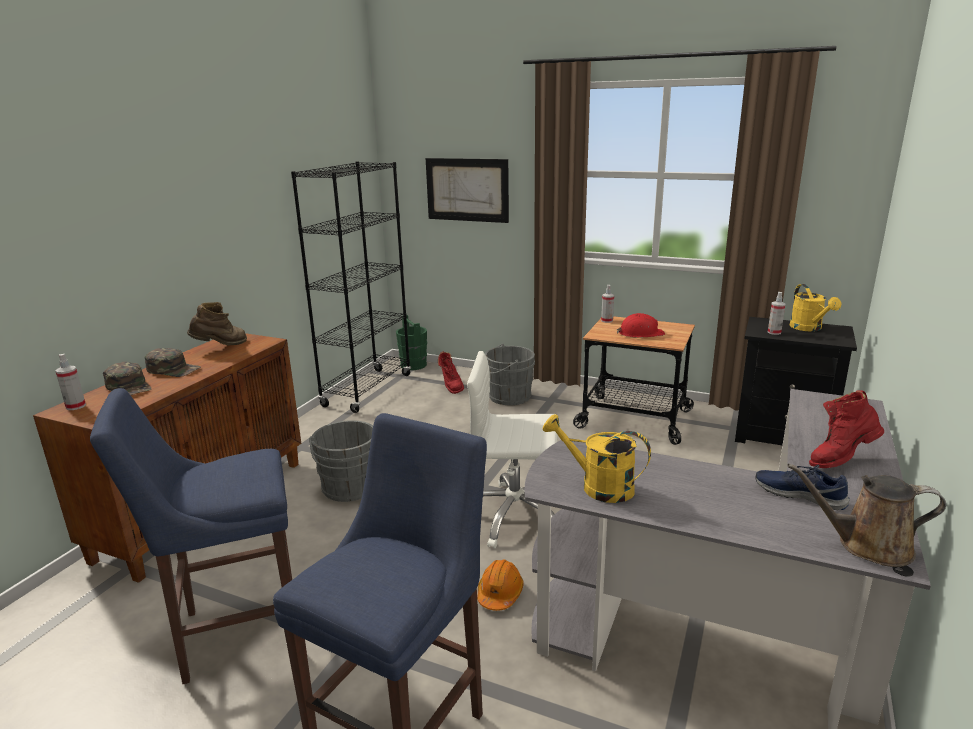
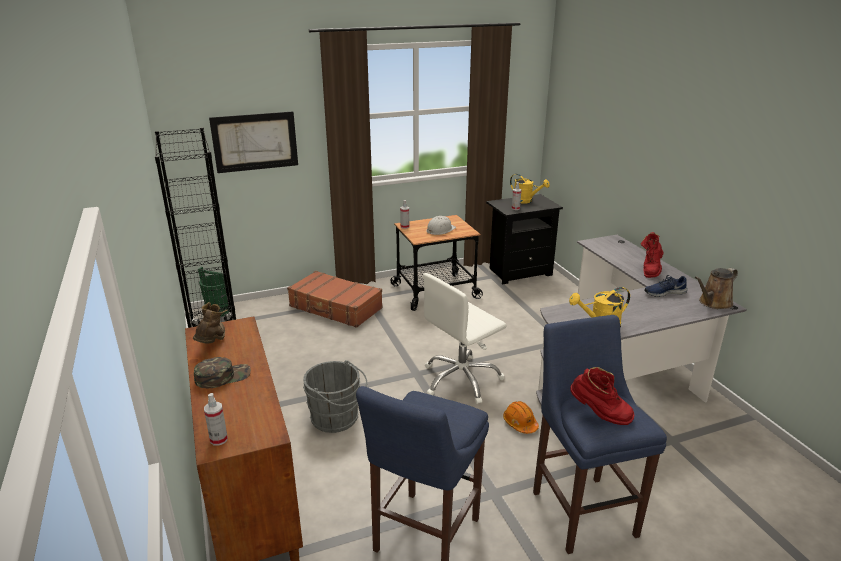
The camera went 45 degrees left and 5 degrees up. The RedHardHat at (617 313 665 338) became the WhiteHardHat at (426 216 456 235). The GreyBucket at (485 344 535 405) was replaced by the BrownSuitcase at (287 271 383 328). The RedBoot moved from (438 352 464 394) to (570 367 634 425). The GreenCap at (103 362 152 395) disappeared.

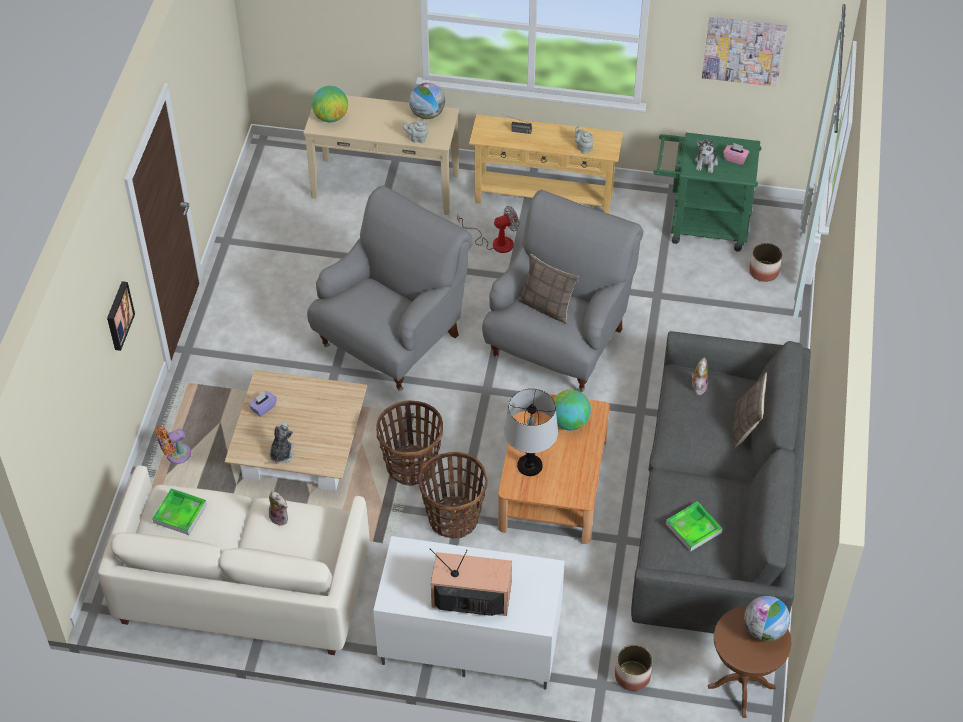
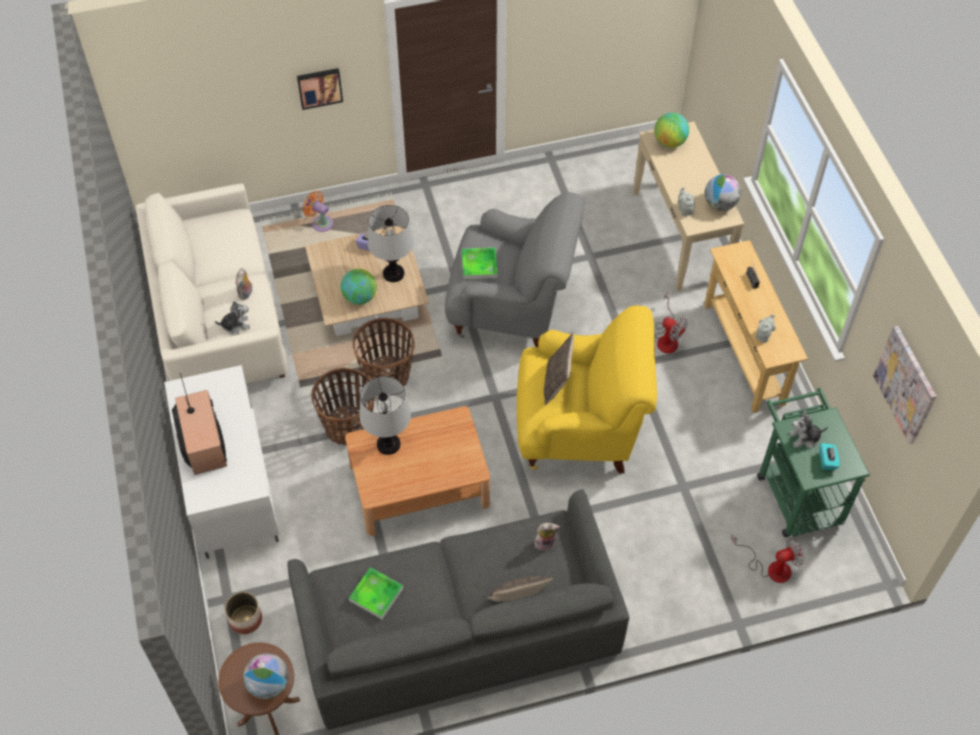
The camera went 65 degrees right and 5 degrees up. The PinkTissueBox at (723 143 749 165) became the TurquoiseTissueBox at (820 443 840 470). The GreyArmchair at (482 190 643 392) became the YellowArmchair at (517 306 657 473). The Planter at (749 243 782 282) was replaced by the Fan at (731 534 804 583). The Globe moved from (553 390 591 430) to (341 269 377 305). The PlushToy moved from (269 423 294 464) to (215 301 250 334). The Tray moved from (152 488 207 535) to (462 247 498 280). The TableLamp at (368 205 414 282) appeared.

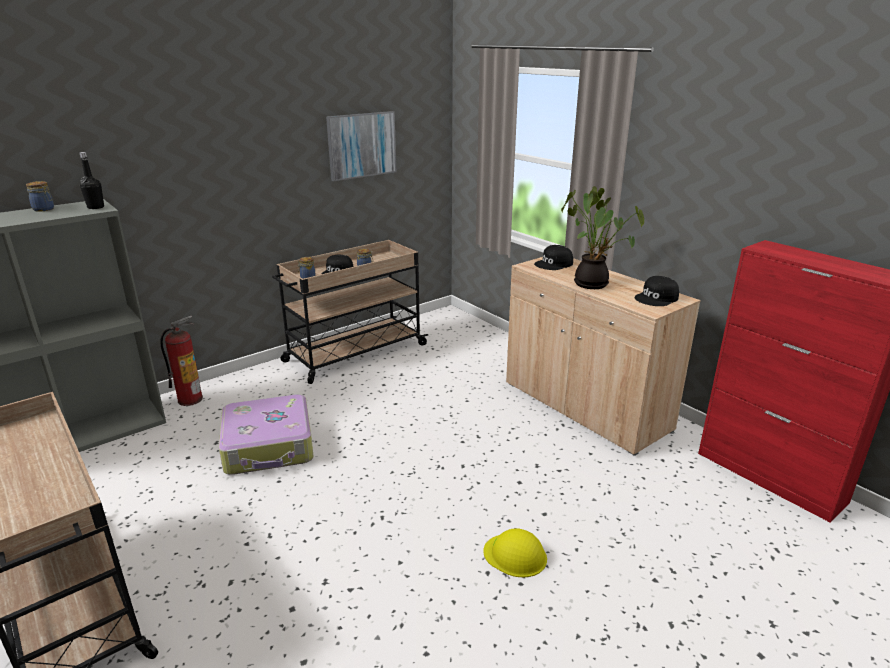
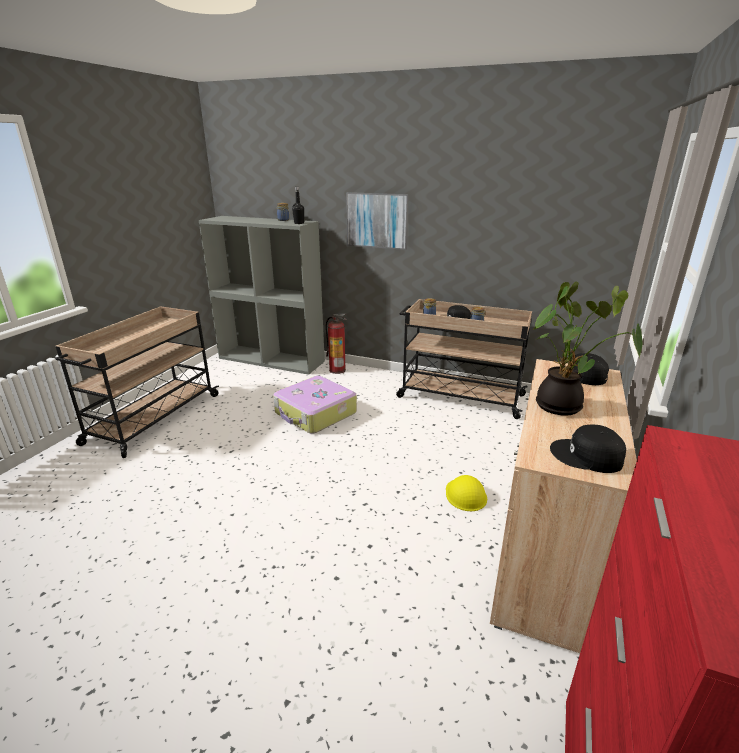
The camera went 60 degrees right and 0 degrees up. The Picture moved from (326 111 396 181) to (346 192 409 250). The YellowHardHat moved from (483 528 547 577) to (446 475 487 511).

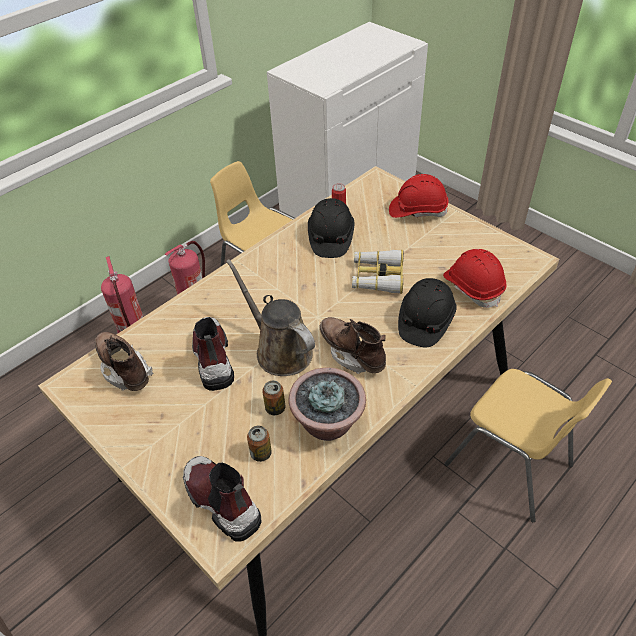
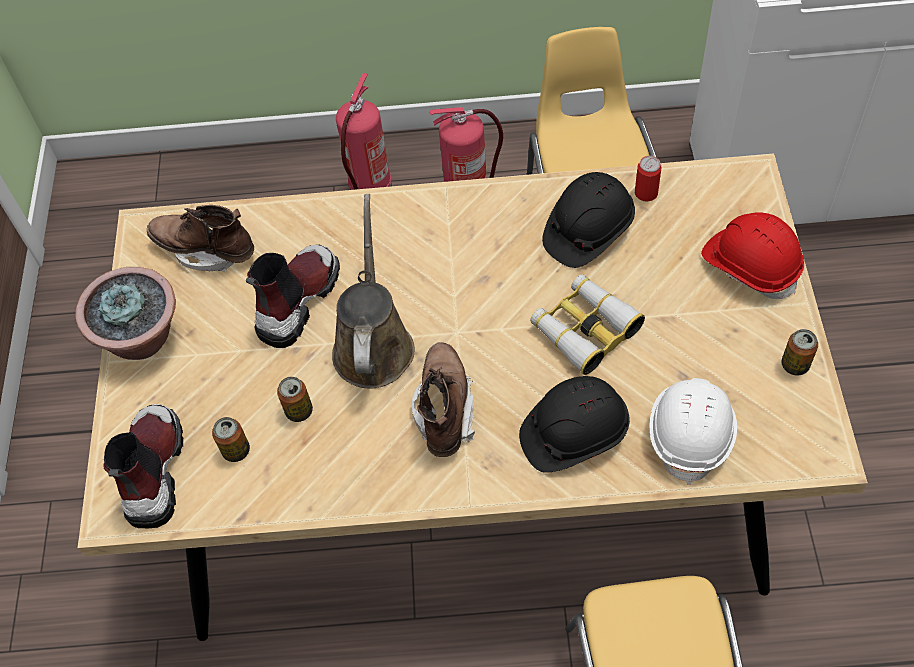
The camera went 45 degrees right and 10 degrees up. The RedHardHat at (443 249 506 308) became the WhiteHardHat at (649 378 737 485). The BrownBoot at (95 332 154 391) turned 75 degrees counterclockwise. The PottedPlant moved from (289 367 366 441) to (75 267 176 360). The Can at (782 329 818 375) appeared.

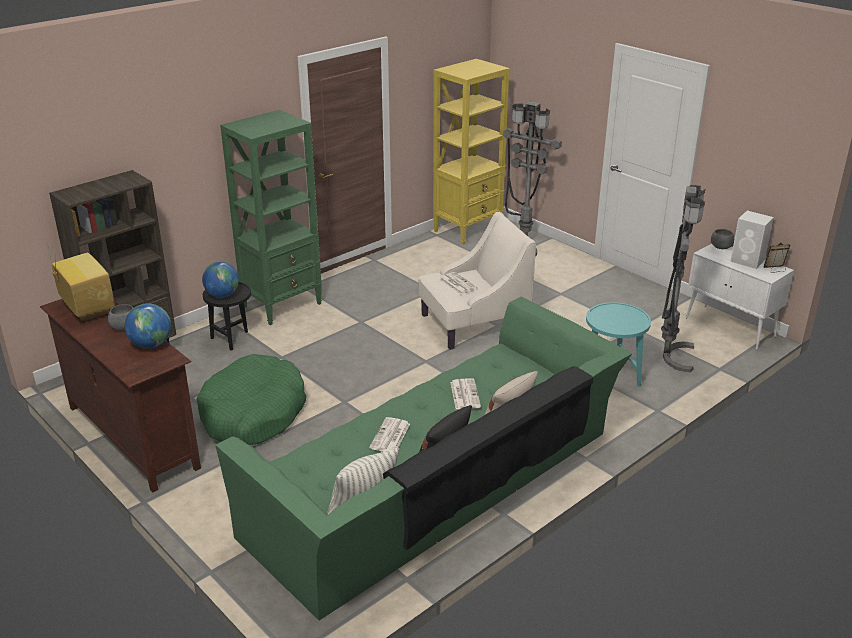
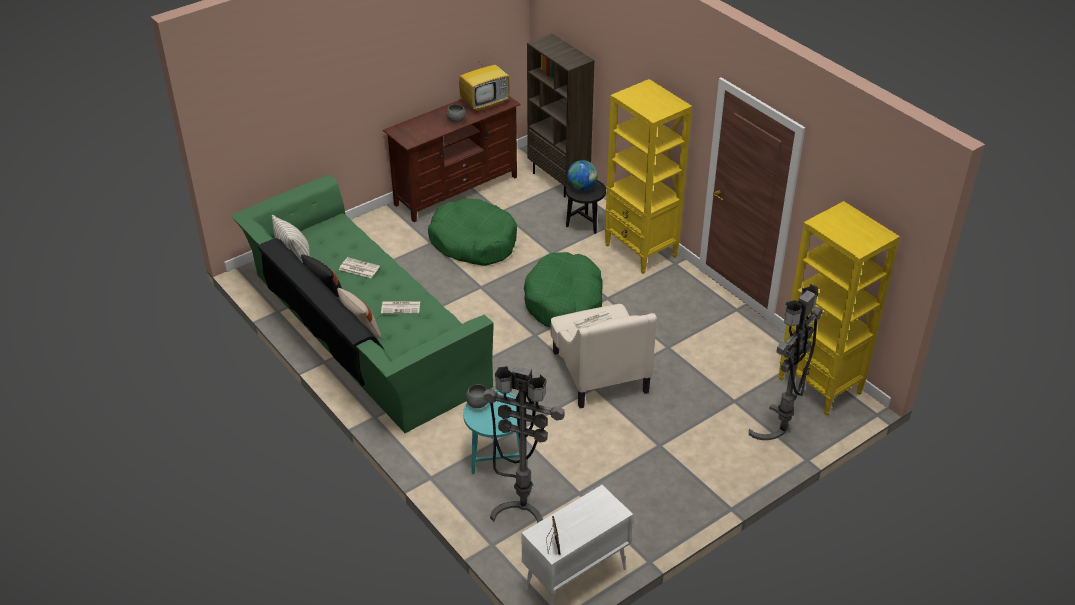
The camera went 95 degrees right and 10 degrees up. The GreenBookcase at (220 110 322 325) became the YellowBookcase at (605 79 692 274). The WhiteSpeaker at (730 211 774 269) disappeared. The GreyBowl moved from (711 229 734 249) to (466 384 488 408). The Globe at (125 303 171 348) disappeared. The GreenDogBed at (524 252 602 327) appeared.

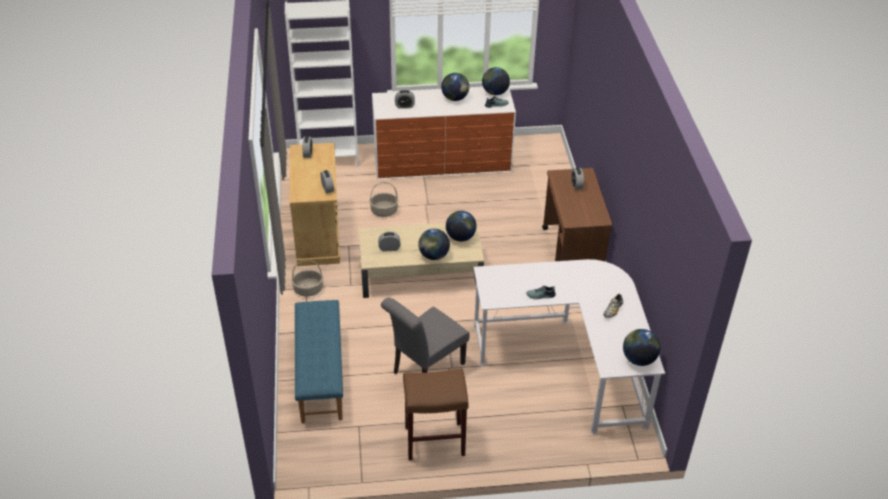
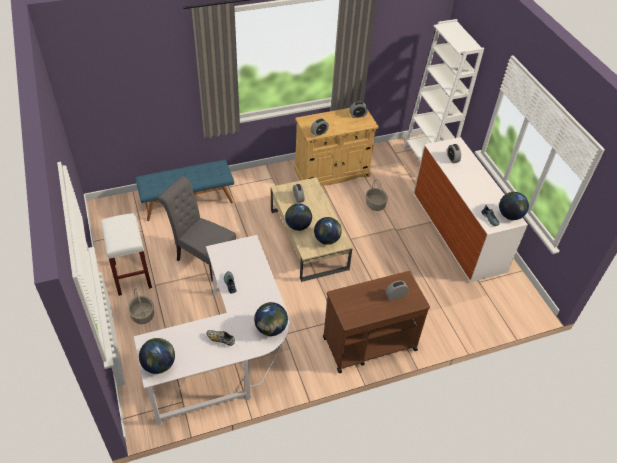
The camera went 75 degrees right and 5 degrees up. The Globe moved from (441 73 469 101) to (254 302 288 336). The Basket moved from (292 260 323 297) to (128 288 154 324). The BrownStool at (403 369 469 460) became the WhiteStool at (101 213 152 296).

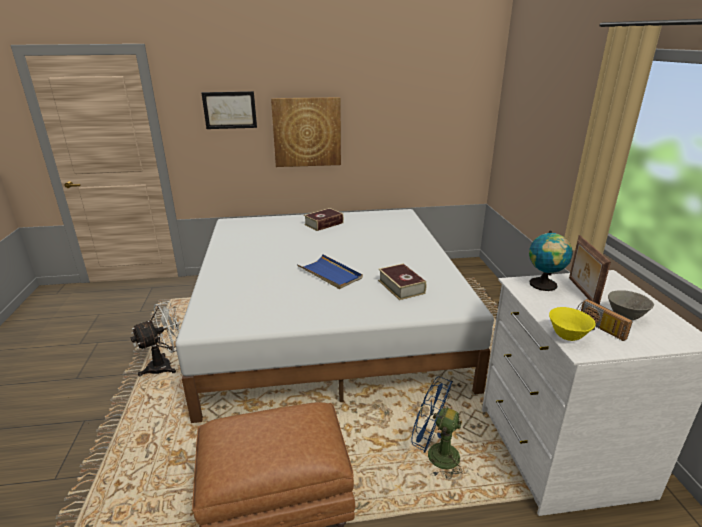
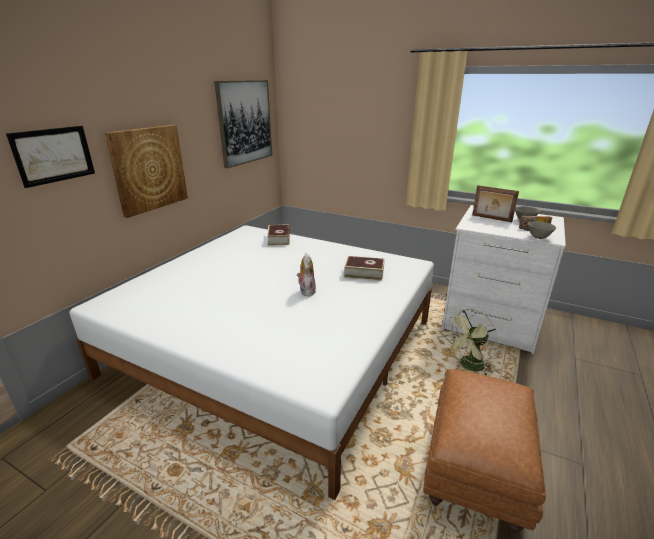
The camera went 55 degrees left and 0 degrees up. The Book moved from (304 208 344 231) to (267 224 290 246). The Globe at (529 231 573 291) disappeared. The BlueTray at (297 254 363 289) was replaced by the PlushToy at (297 253 316 296). The WhiteFan at (131 301 181 376) disappeared. The YellowBowl at (549 307 596 341) became the GreyBowl at (527 221 556 239). The BlueFan at (411 377 468 479) became the GreenFan at (445 309 498 375). The Picture at (214 80 272 168) appeared.

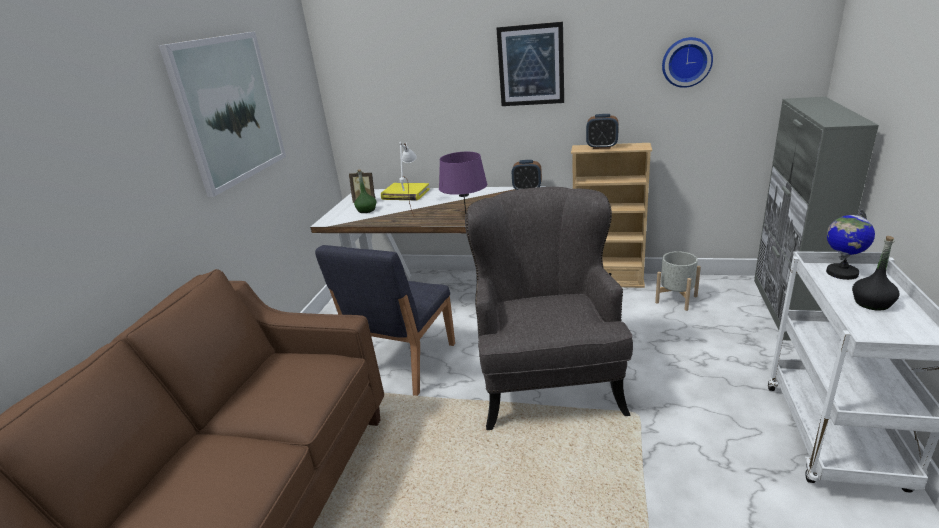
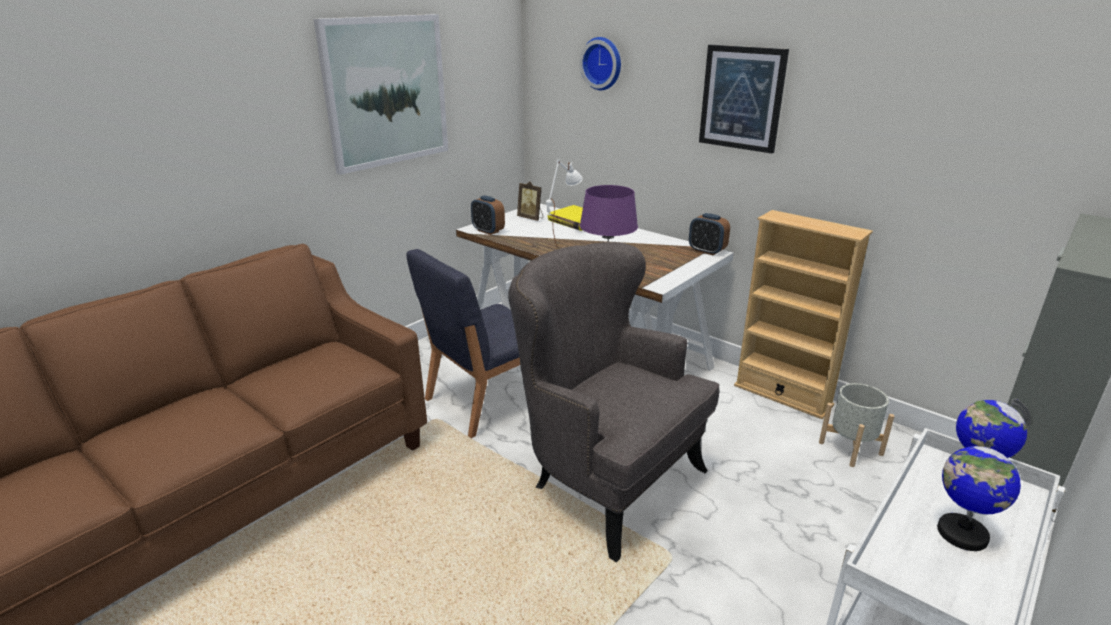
The camera went 25 degrees right and 0 degrees up. The WallClock moved from (662 37 713 88) to (580 37 621 90). The AlarmClock moved from (586 114 619 149) to (471 196 505 235). The GreenBottle at (354 170 376 213) disappeared. The GreyArmchair at (465 187 633 430) turned 75 degrees counterclockwise. The BlackBottle at (852 236 900 311) was replaced by the Globe at (937 438 1021 551).

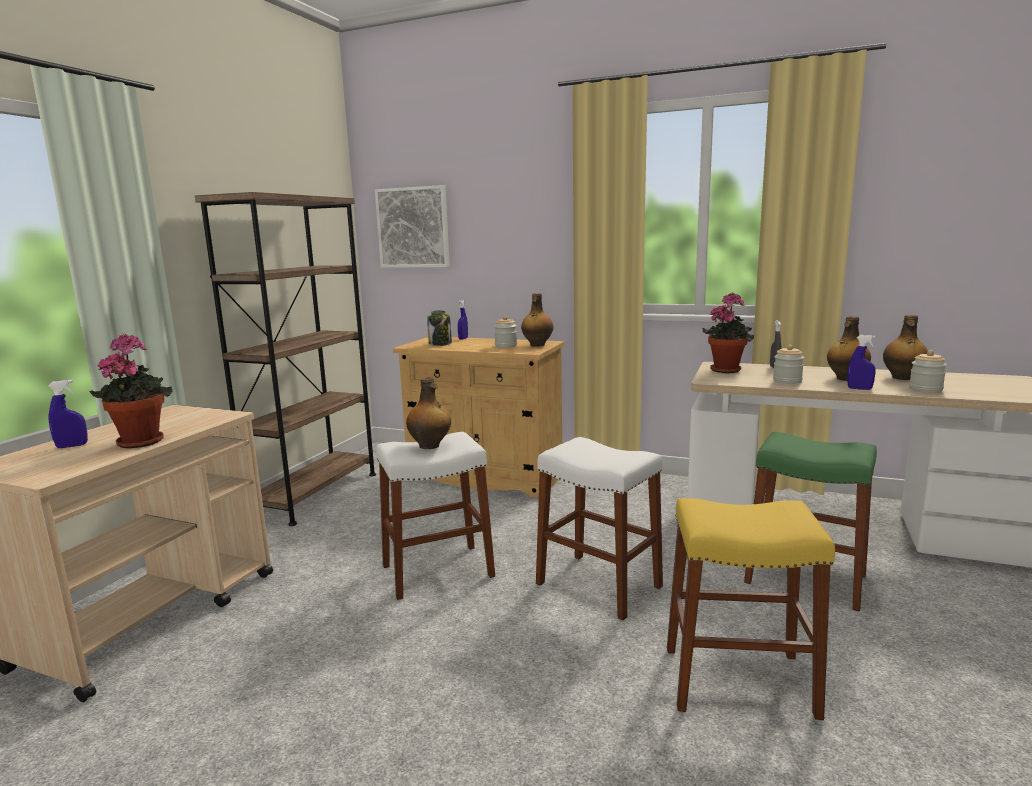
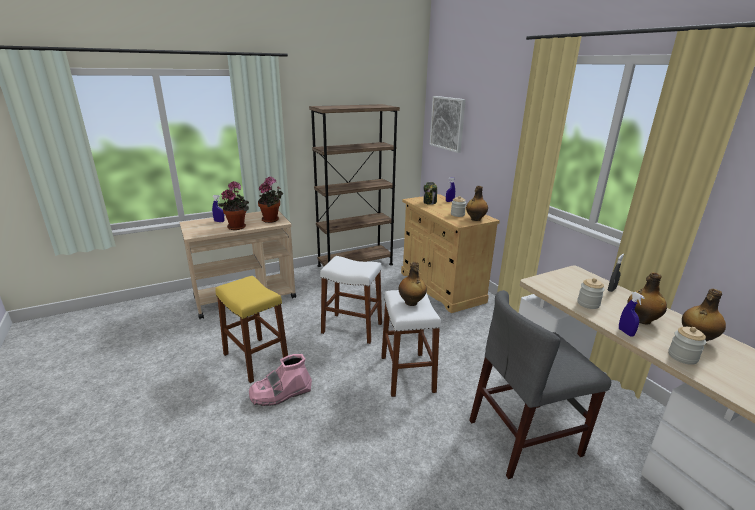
The camera went 40 degrees right and 10 degrees up. The PottedPlant moved from (703 292 754 373) to (258 177 283 223). The Bottle moved from (406 377 451 449) to (399 262 427 306). The GreenStool at (744 432 877 611) was replaced by the GreyChair at (469 290 611 479). The YellowStool moved from (667 498 835 720) to (215 276 288 383). The PinkBoot at (249 354 312 406) appeared.

